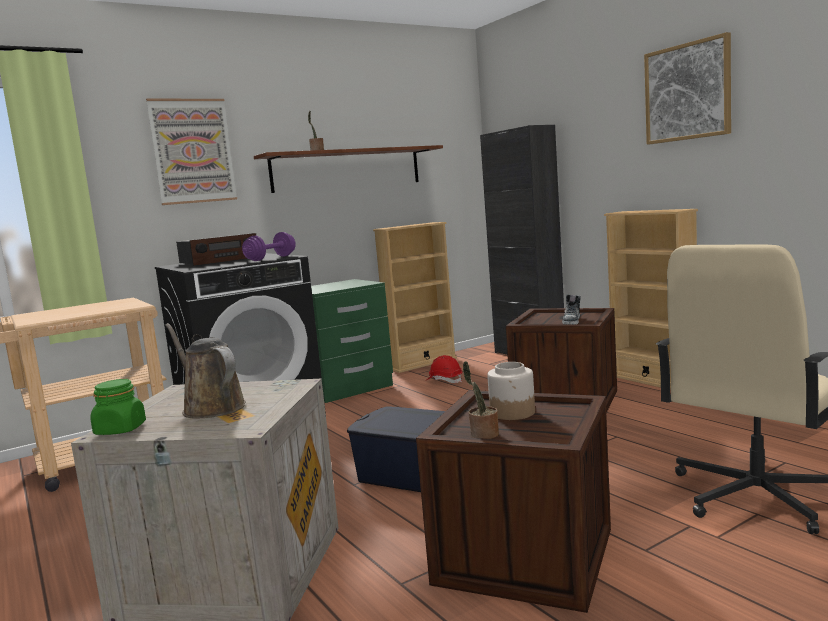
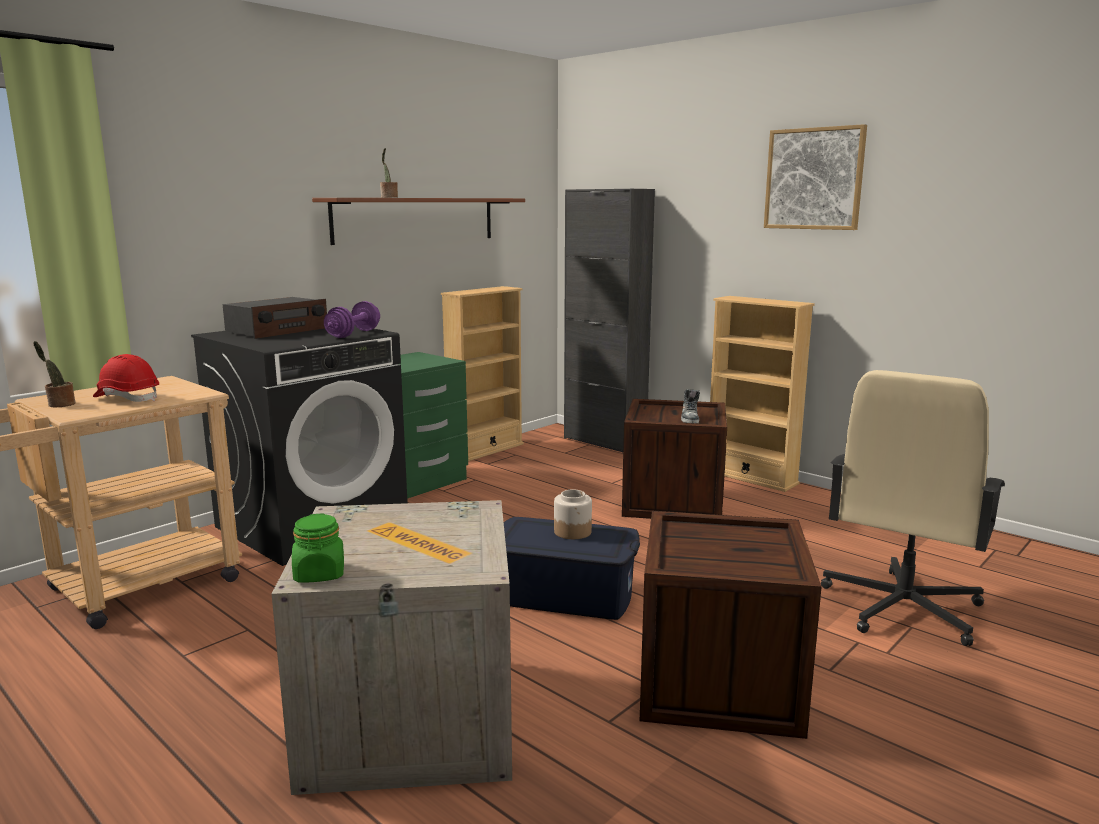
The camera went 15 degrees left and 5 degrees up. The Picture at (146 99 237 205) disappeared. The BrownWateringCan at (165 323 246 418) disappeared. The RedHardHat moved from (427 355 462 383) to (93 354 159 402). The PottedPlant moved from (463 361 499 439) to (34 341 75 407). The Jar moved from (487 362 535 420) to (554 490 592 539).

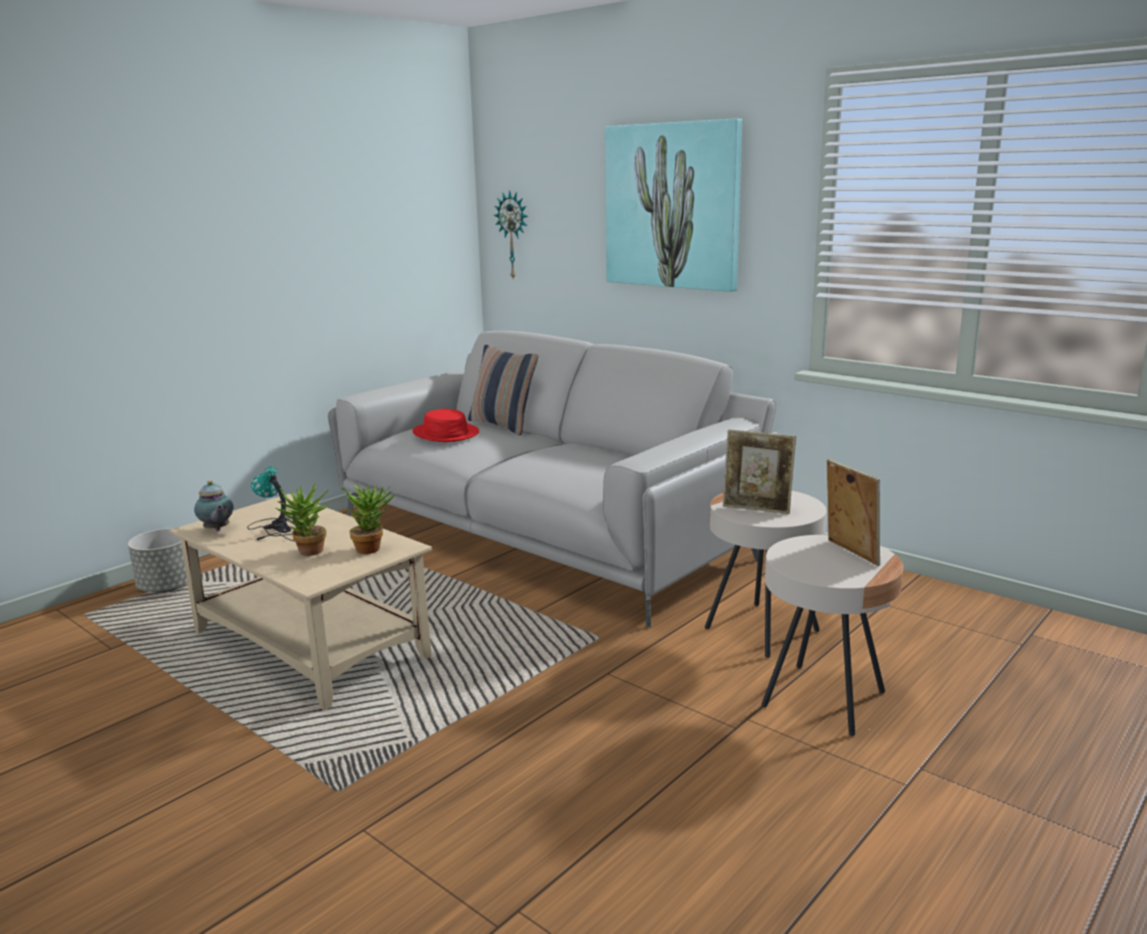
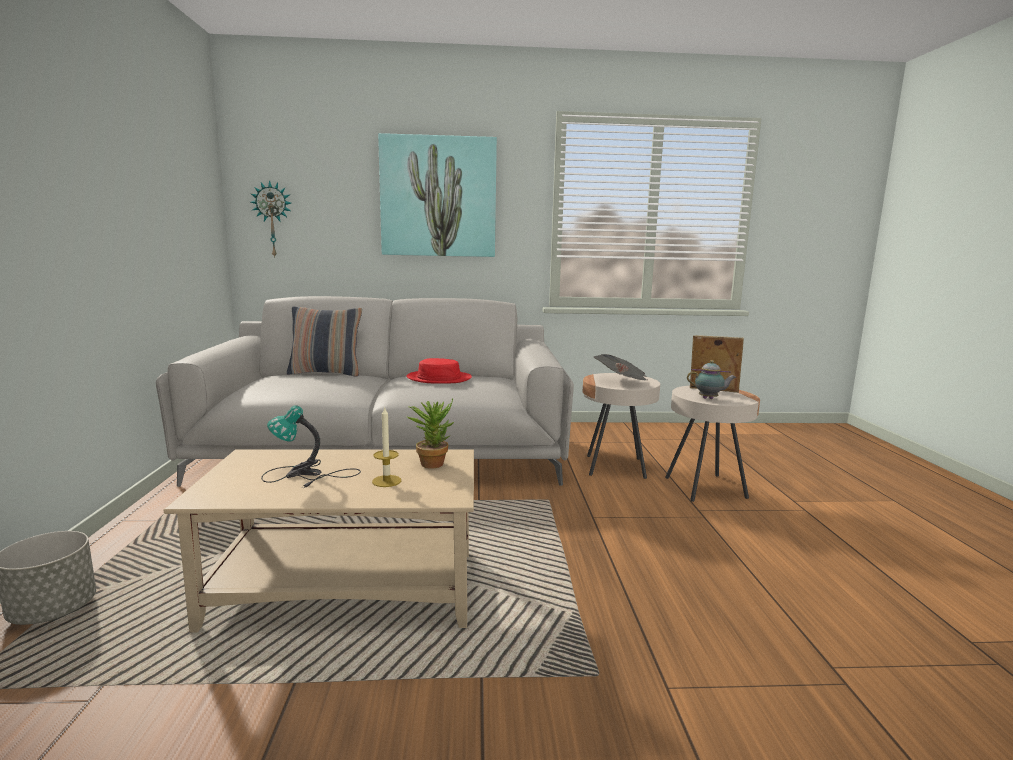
The camera went 45 degrees left and 5 degrees down. The RedHat moved from (412 409 479 442) to (406 358 472 384). The PictureFrame at (723 429 796 514) was replaced by the Newspaper at (594 354 647 380). The Teapot moved from (194 480 233 531) to (687 360 736 399). The PottedPlant at (275 483 329 556) was replaced by the Candle at (372 406 401 487).

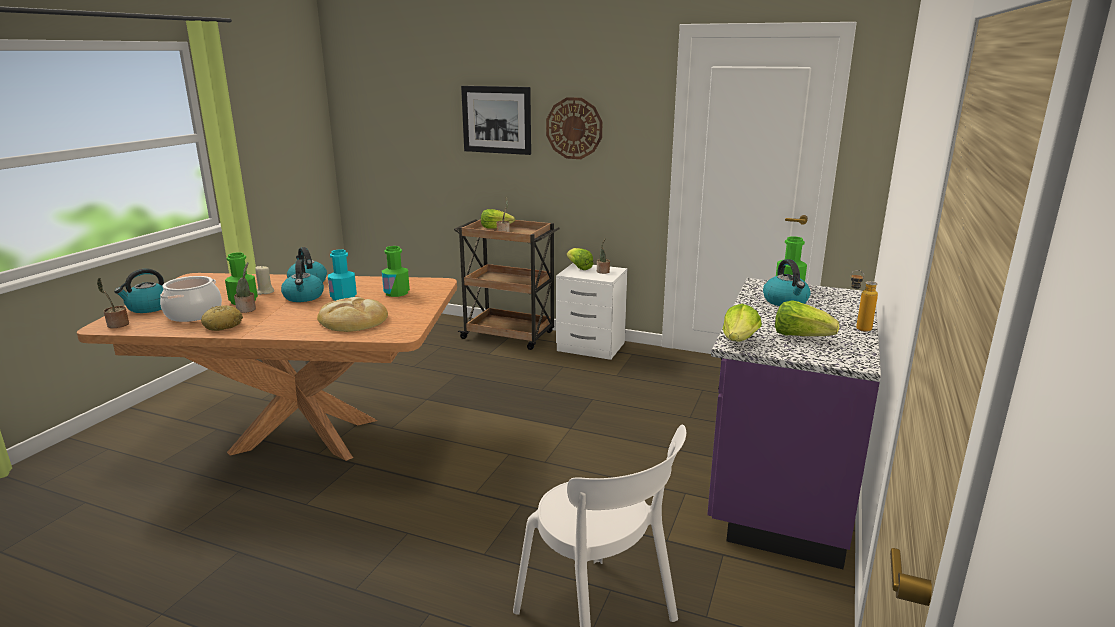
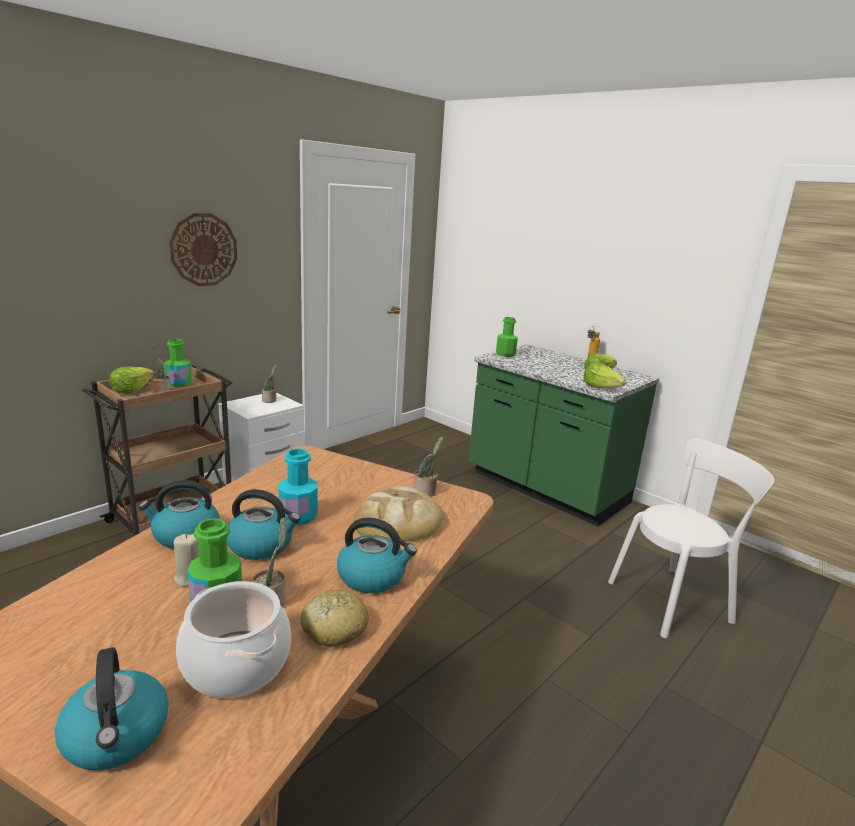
The camera went 70 degrees left and 0 degrees up. The Picture at (461 86 531 155) disappeared. The GreenBottle moved from (382 246 410 297) to (164 339 192 387). The Lettuce at (567 248 593 270) disappeared. The Kettle moved from (763 259 811 306) to (337 517 417 593). The PottedPlant moved from (97 277 129 328) to (414 437 443 497). The PurpleCounter at (707 278 881 569) became the GreenCounter at (469 344 659 526).

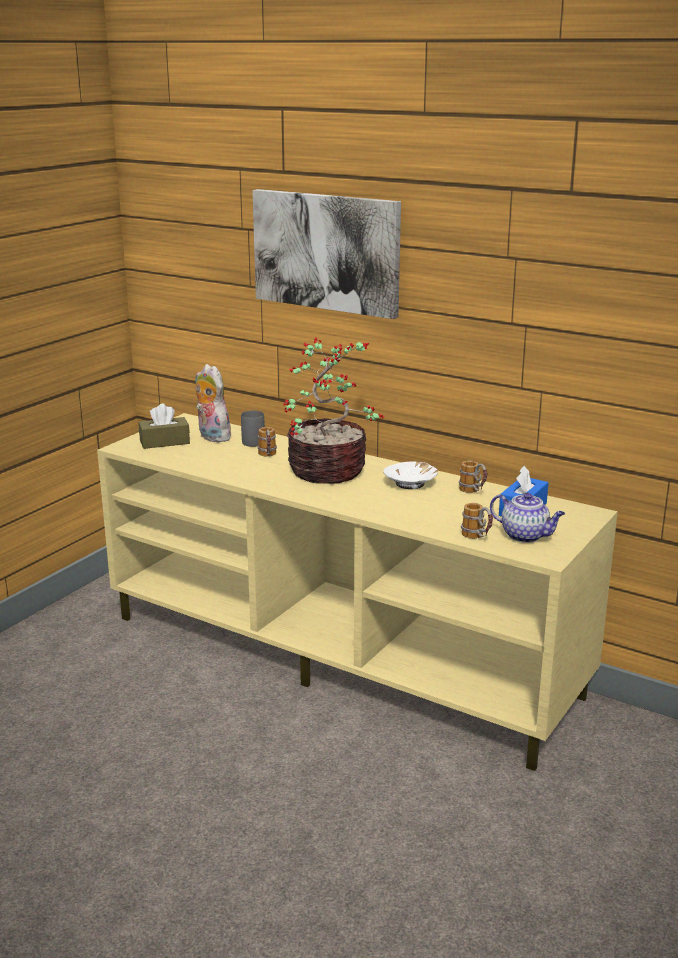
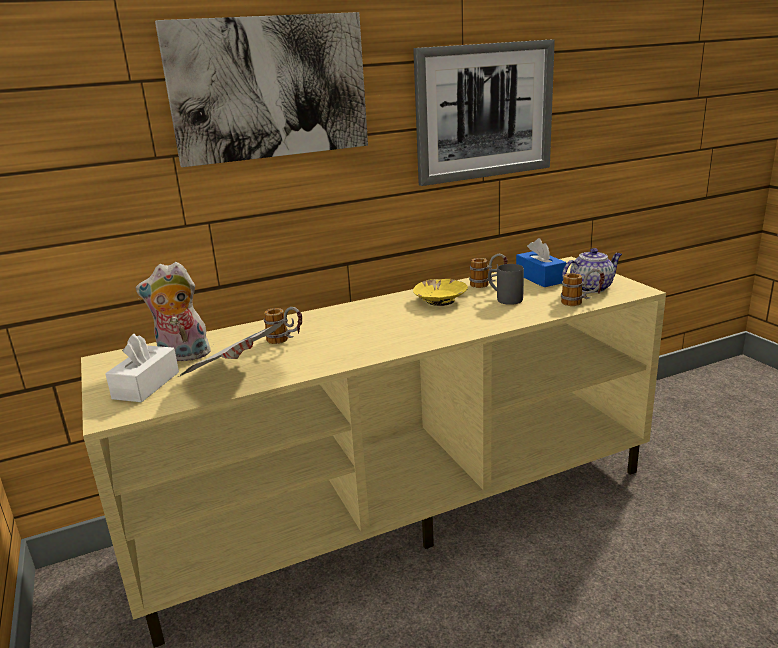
The camera went 55 degrees left and 0 degrees up. The PottedPlant at (283 337 384 484) disappeared. The BrownTissueBox at (139 404 190 449) became the WhiteTissueBox at (105 334 179 402). The GreyMug moved from (241 410 265 447) to (488 264 524 305). The WhiteBowl at (383 461 438 489) became the YellowBowl at (413 279 468 306). The Picture at (413 39 555 186) appeared. The Newspaper at (178 322 285 377) appeared.

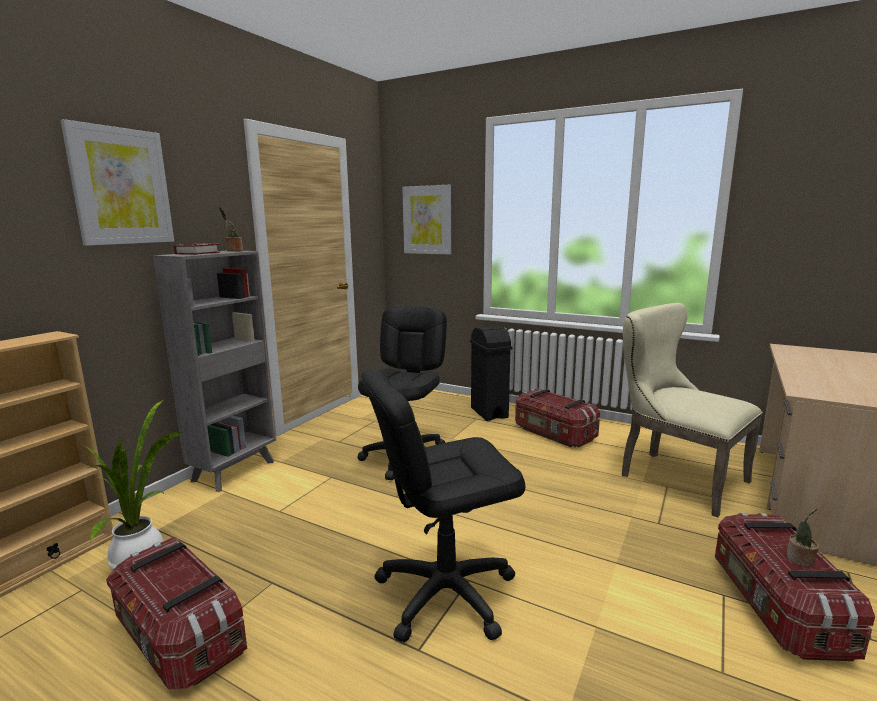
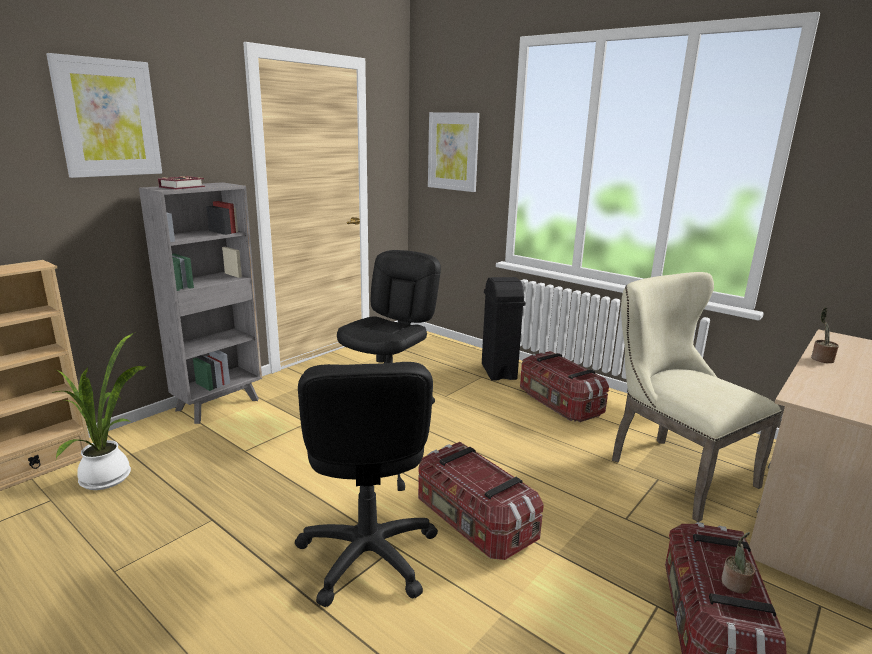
The camera went 10 degrees right and 5 degrees up. The PottedPlant moved from (219 207 243 251) to (811 307 839 363). The BlackOfficeChair at (361 369 525 642) turned 90 degrees counterclockwise. The StorageBox moved from (106 537 247 690) to (418 442 544 560).

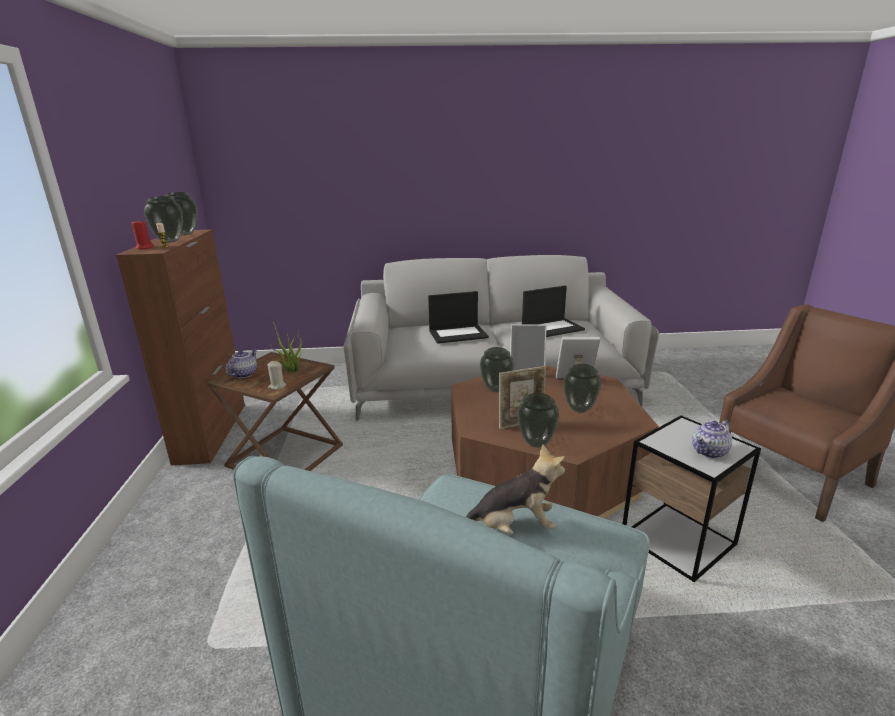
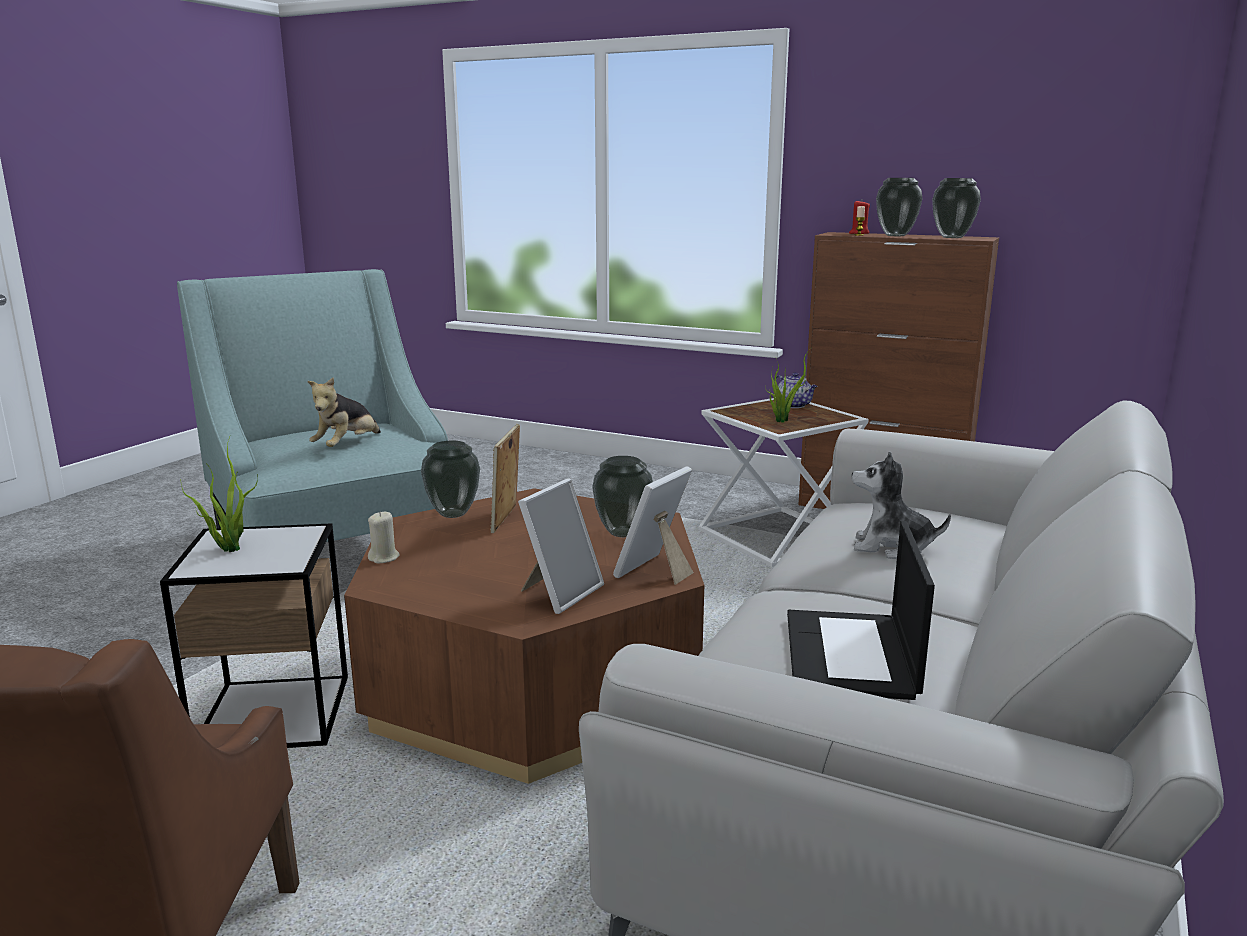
The camera went 120 degrees right and 5 degrees down. The Laptop at (428 291 489 344) was replaced by the PlushToy at (852 451 951 559). The BrownSideTable at (207 352 343 471) became the WhiteSideTable at (699 398 869 567). The BeigeCandle moved from (267 361 286 390) to (368 511 400 563). The Vase at (563 364 602 413) disappeared. The Teapot at (692 420 732 458) was replaced by the PottedPlant at (180 436 258 552).

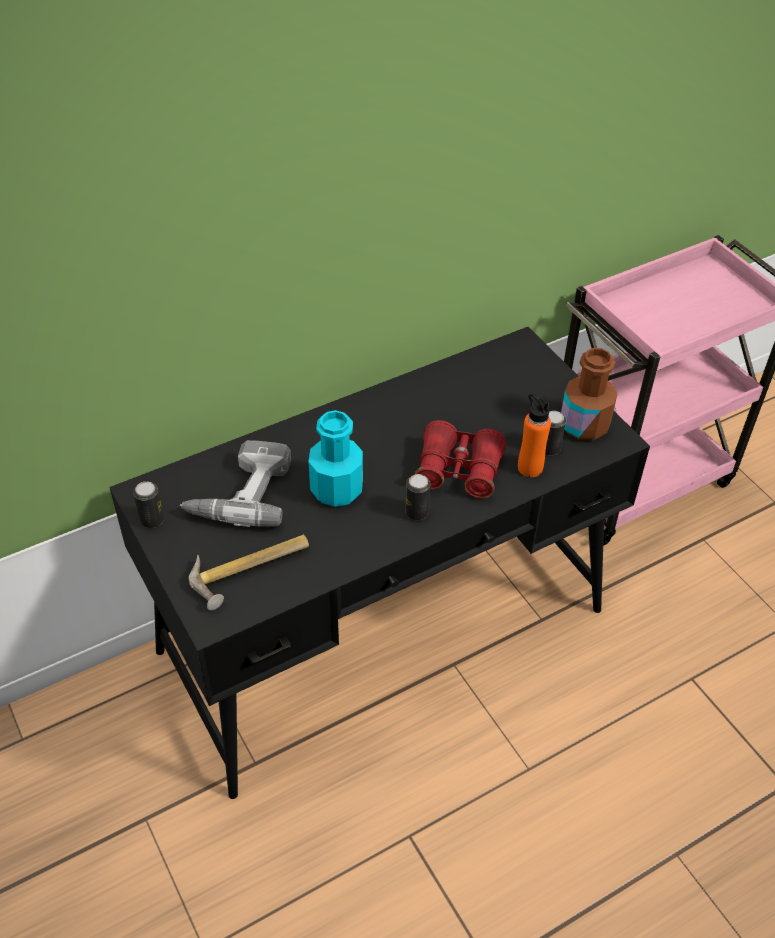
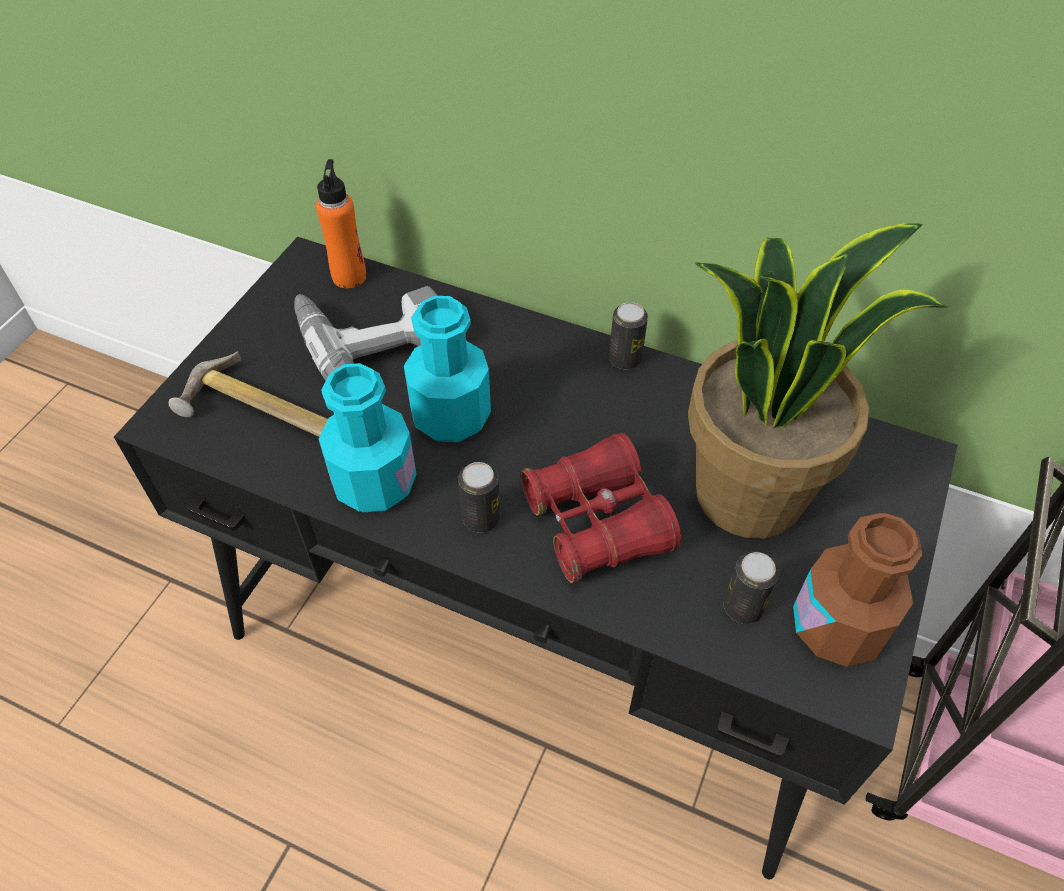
The camera went 55 degrees right and 5 degrees up. The OrangeBottle moved from (518 393 551 477) to (316 159 366 288). The Can moved from (133 481 164 528) to (609 302 648 370). The PottedPlant at (688 223 950 538) appeared. The TurquoiseBottle at (319 363 417 512) appeared.

